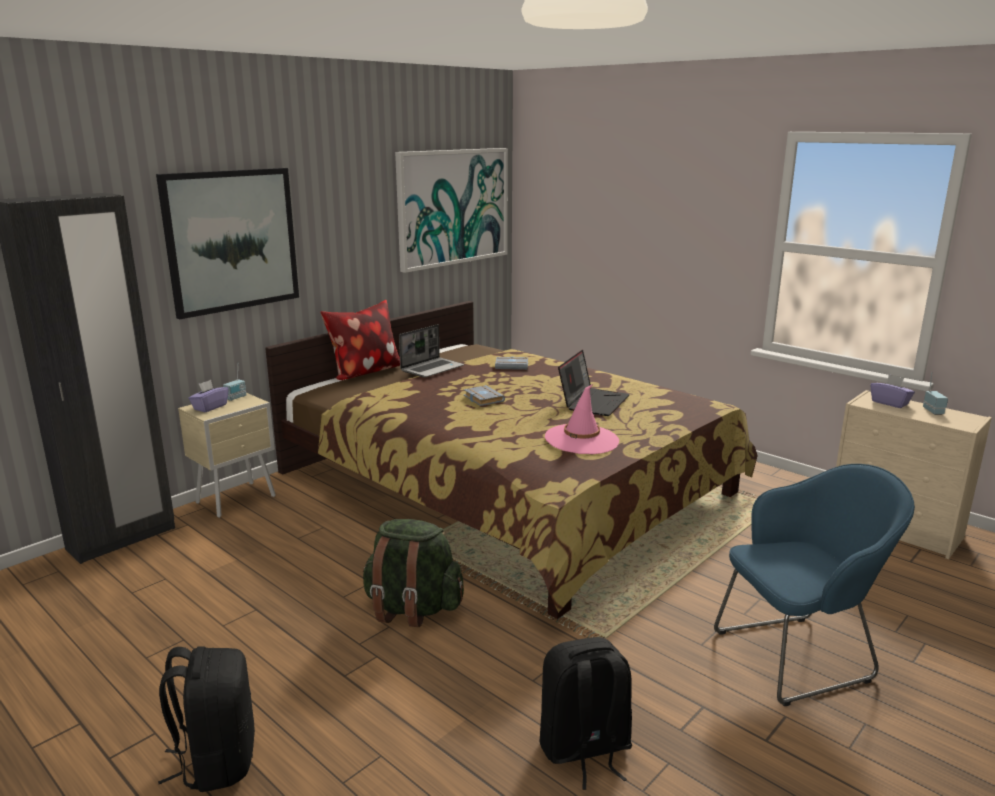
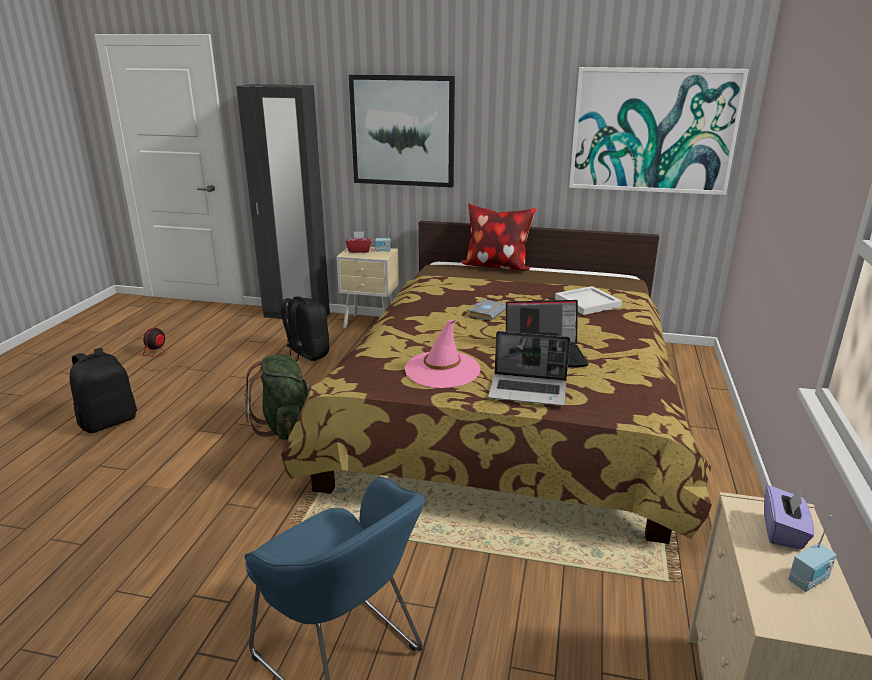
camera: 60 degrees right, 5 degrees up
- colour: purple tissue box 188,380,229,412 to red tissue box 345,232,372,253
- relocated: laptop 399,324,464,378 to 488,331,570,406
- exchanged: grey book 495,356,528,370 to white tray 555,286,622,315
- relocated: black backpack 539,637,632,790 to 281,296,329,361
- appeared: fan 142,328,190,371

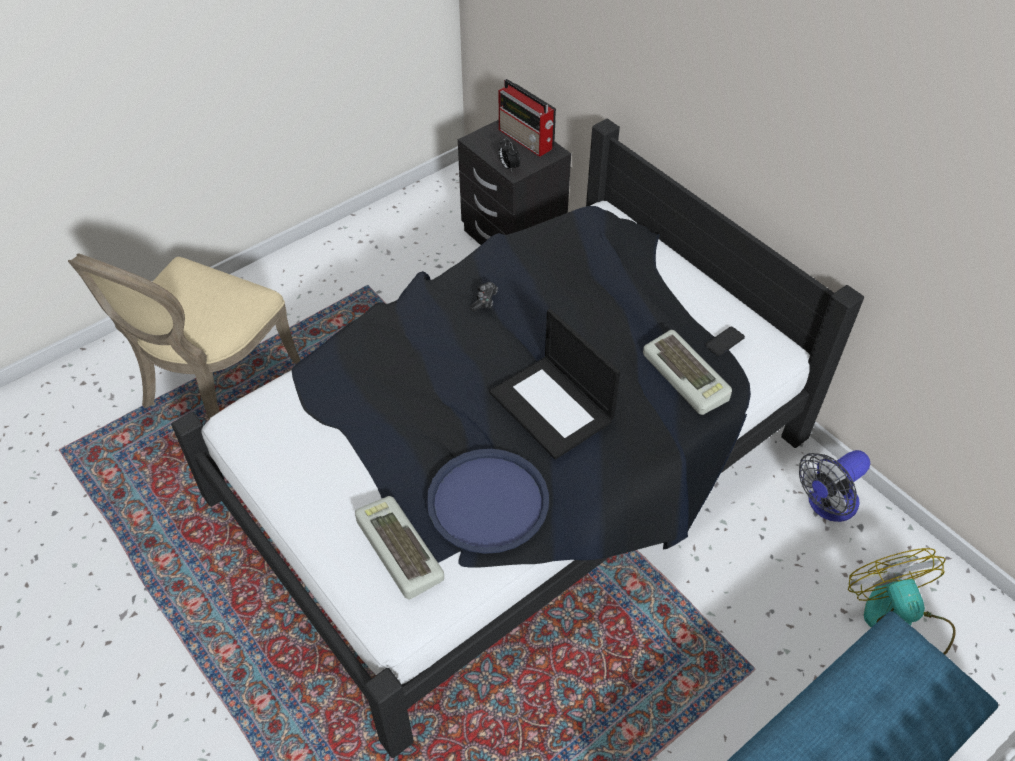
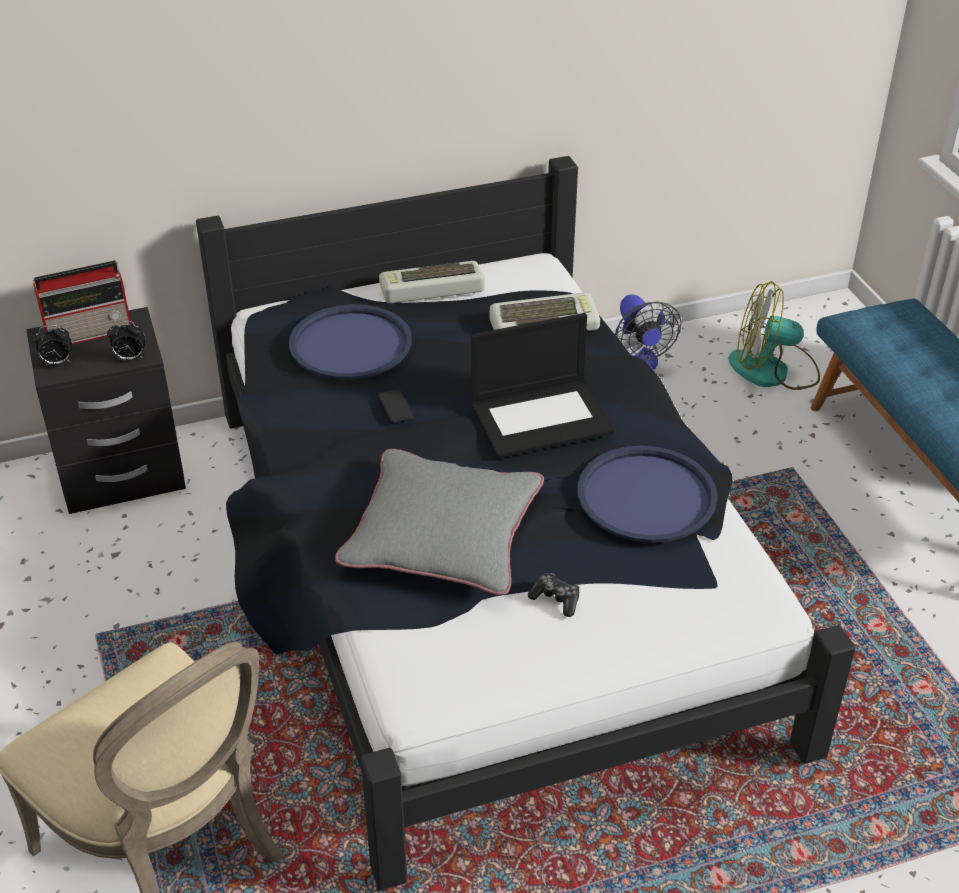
camera: 70 degrees left, 10 degrees down
- relocated: keyboard 355,496,444,599 to 379,261,485,304
- relocated: game controller 470,282,498,311 to 528,573,579,617
- relocated: phone 705,327,745,356 to 378,389,414,423
- appeared: alarm clock 33,325,72,365
- appeared: blue tray 289,304,412,380
- appeared: grey pillow 335,449,544,595

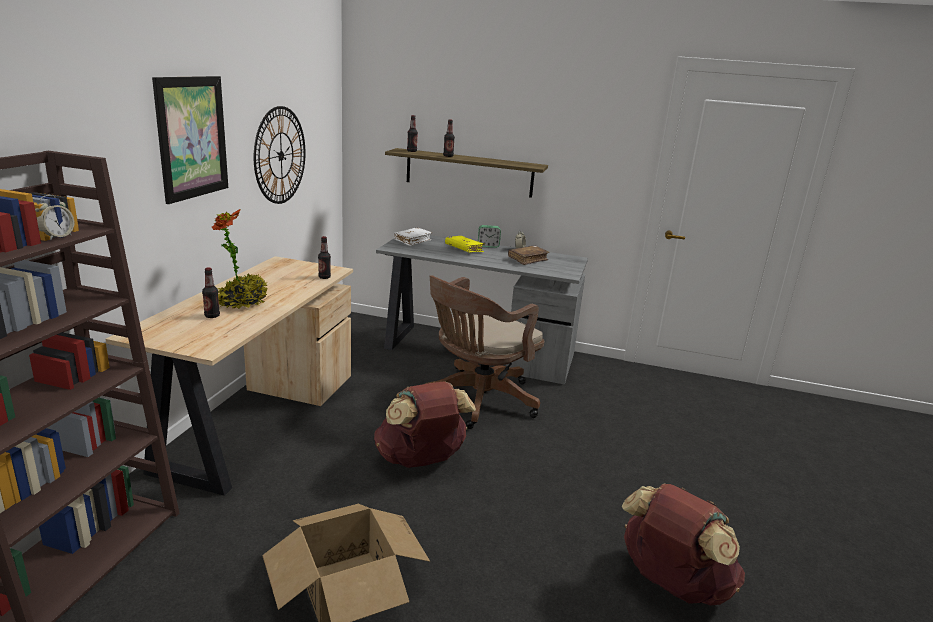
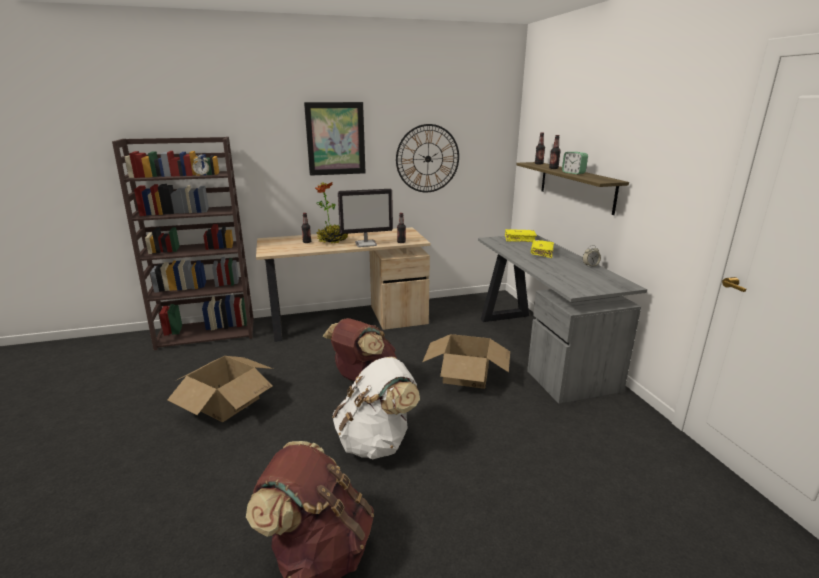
camera: 60 degrees right, 0 degrees up
- colour: white book 394,227,432,246 to yellow book 505,229,537,242
- exchanged: brown office chair 425,275,544,429 to cardboard box 423,334,510,389
- relocated: alarm clock 478,225,501,248 to 562,152,588,174
- missing: brown book 508,245,550,265
- appeared: white backpack 333,357,420,459
- appeared: monitor 338,189,393,247

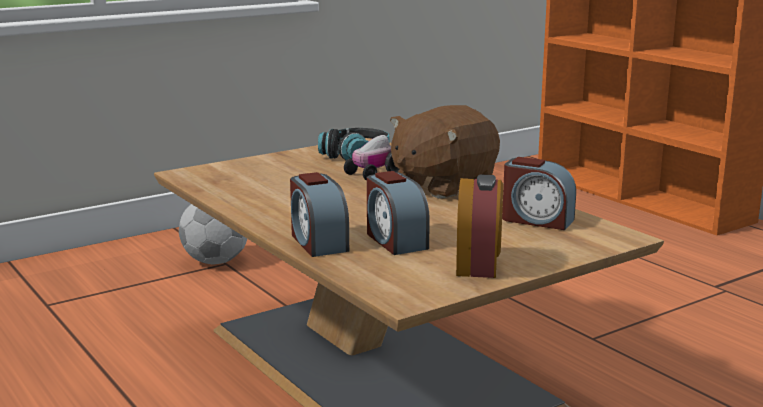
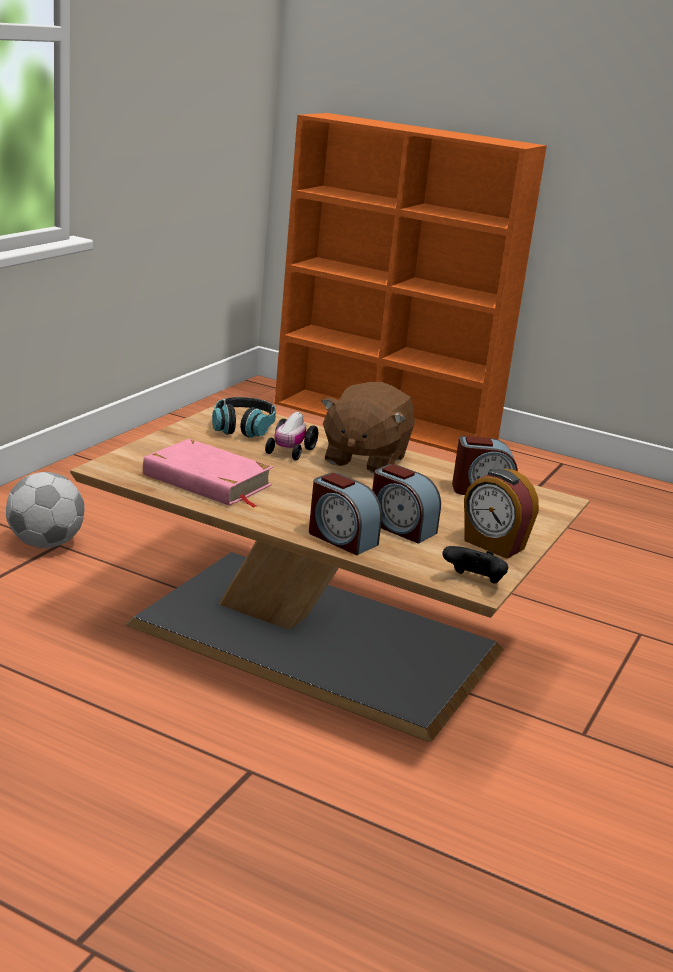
camera: 30 degrees left, 5 degrees up
- spun: alarm clock 456,175,503,278 = 464,469,539,559 150 degrees clockwise
- appeared: pink book 143,439,273,508
- appeared: black game controller 443,546,508,583

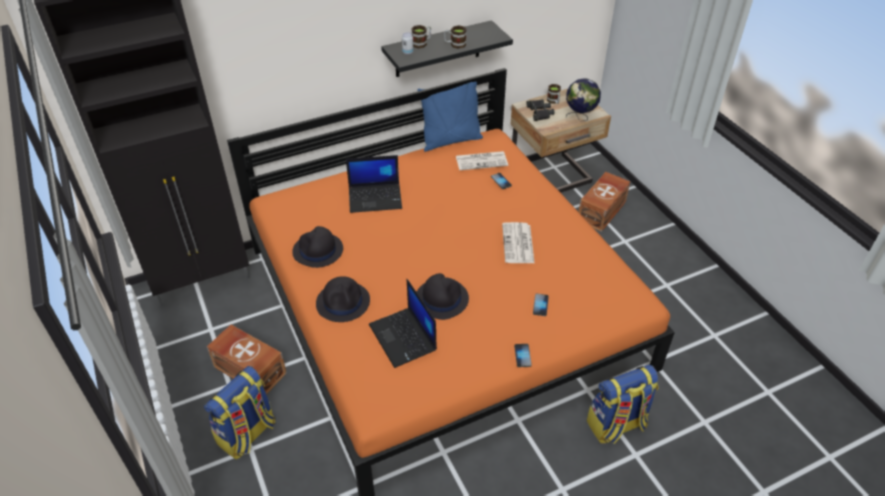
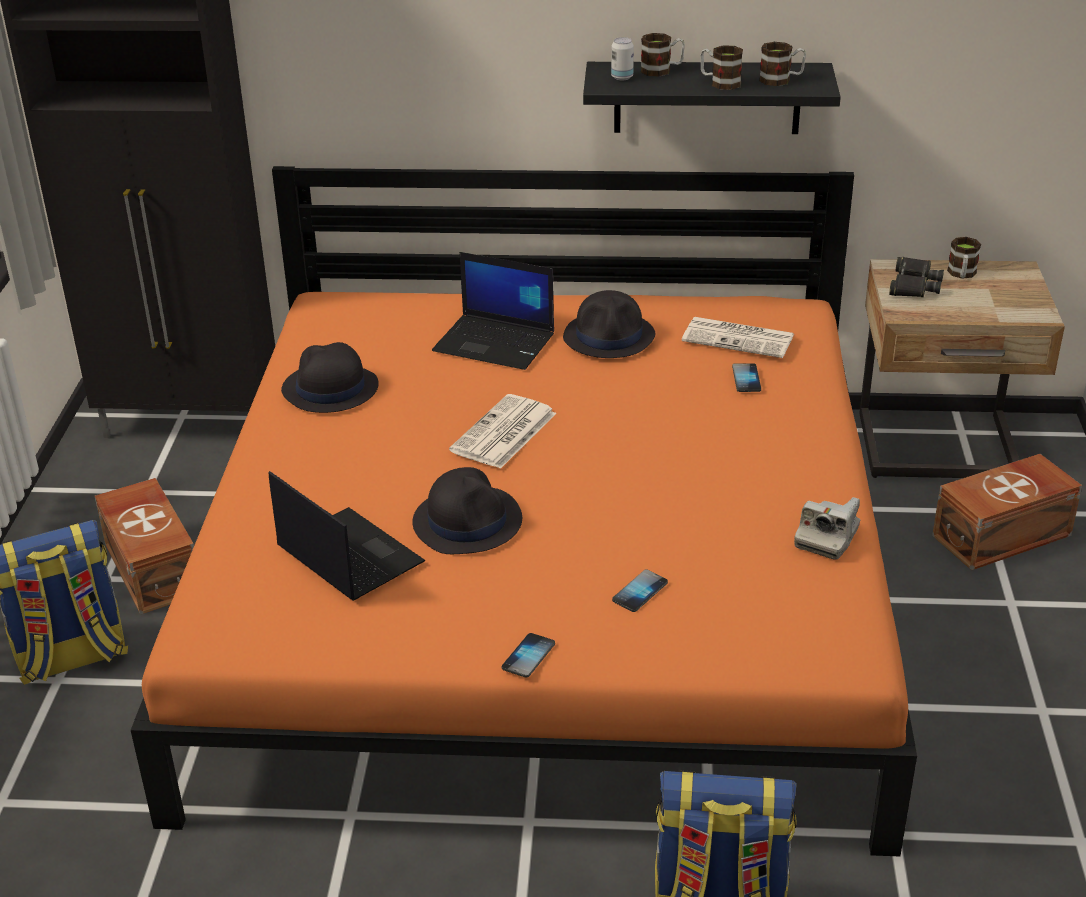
camera: 30 degrees right, 10 degrees down
- relocated: black hat 316,276,370,322 to 563,290,655,358
- spun: laptop 369,279,437,368 = 269,471,426,601 135 degrees clockwise
- missing: blue pillow 418,82,483,152
- relocated: newspaper 502,222,535,263 to 449,394,557,469
- missing: globe 566,78,601,121
- appeared: mug 759,42,806,86
- appeared: photo camera 794,497,860,560

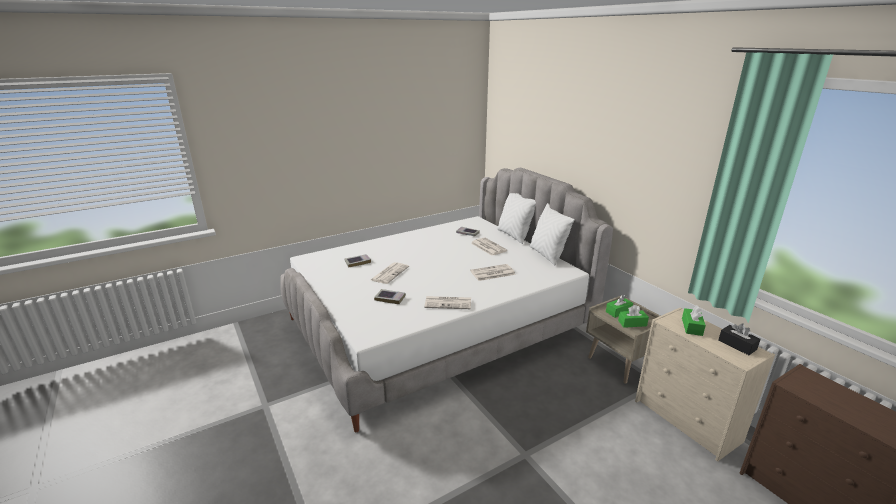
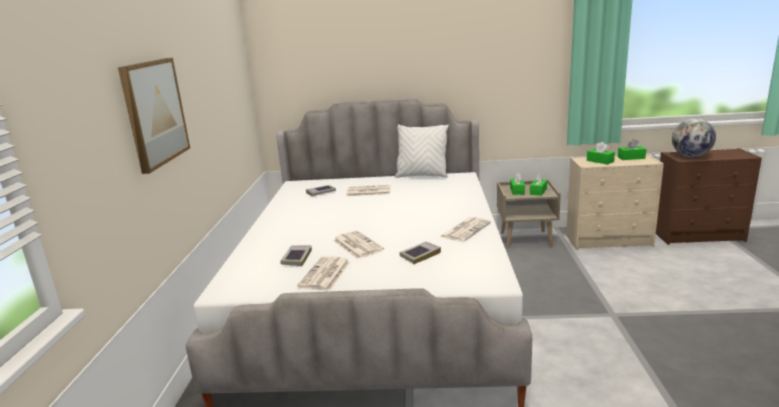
camera: 55 degrees left, 5 degrees down
- relocated: newspaper 470,264,516,281 to 297,256,350,291
- missing: white pillow 497,193,536,244
- colour: black tissue box 719,323,761,355 to green tissue box 618,139,646,160
- appeared: picture 118,58,190,174
- appeared: globe 672,118,716,157

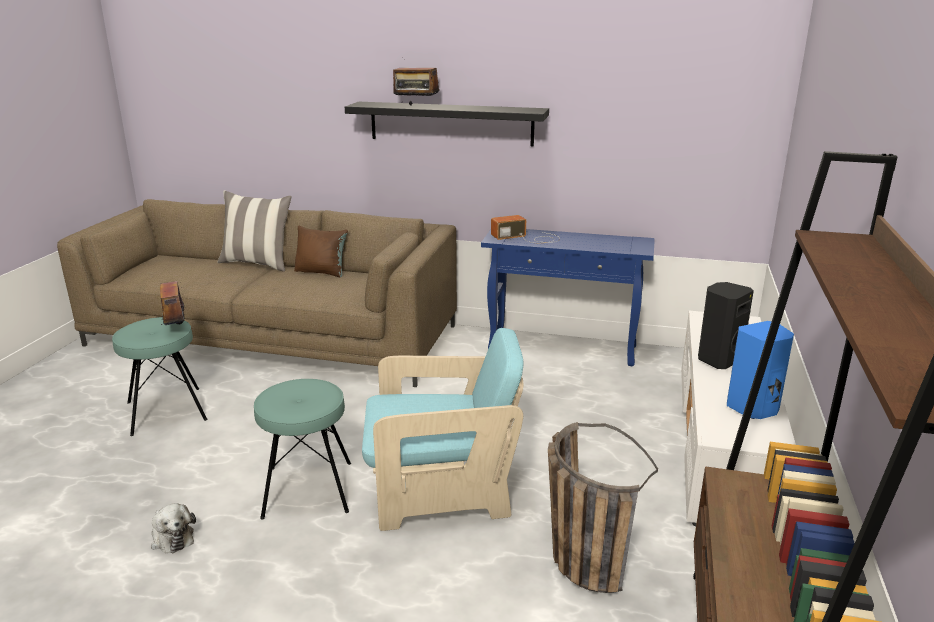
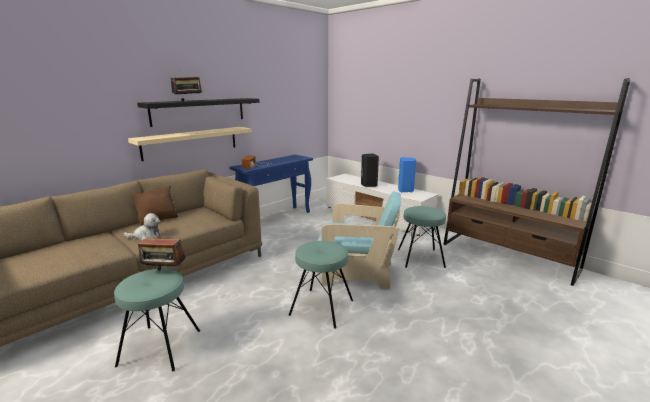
camera: 60 degrees left, 5 degrees down
- relocated: plush toy 151,503,196,553 to 124,213,161,240
- missing: pillow 218,191,292,272
- spun: turquoise armchair 362,328,524,531 = 317,191,401,289 75 degrees clockwise
- exchanged: basket 548,422,658,593 to turquoise stool 398,206,446,268
- appeared: beige shelf 128,127,252,161

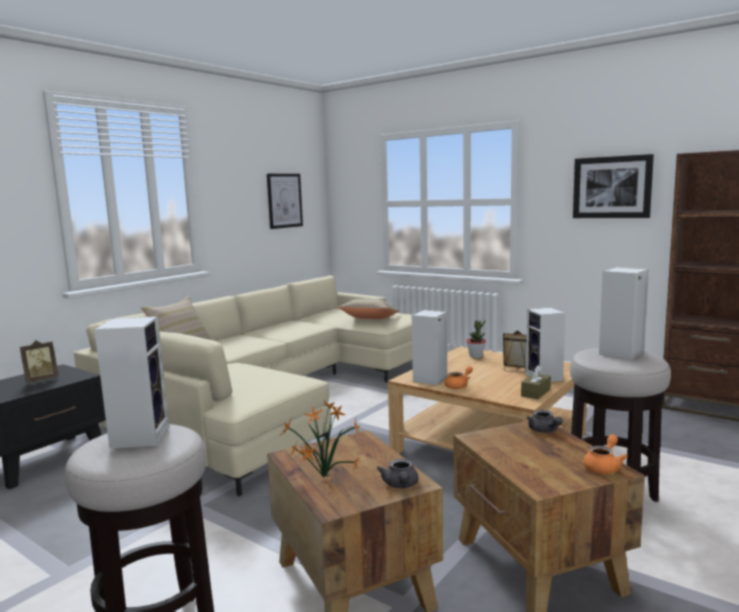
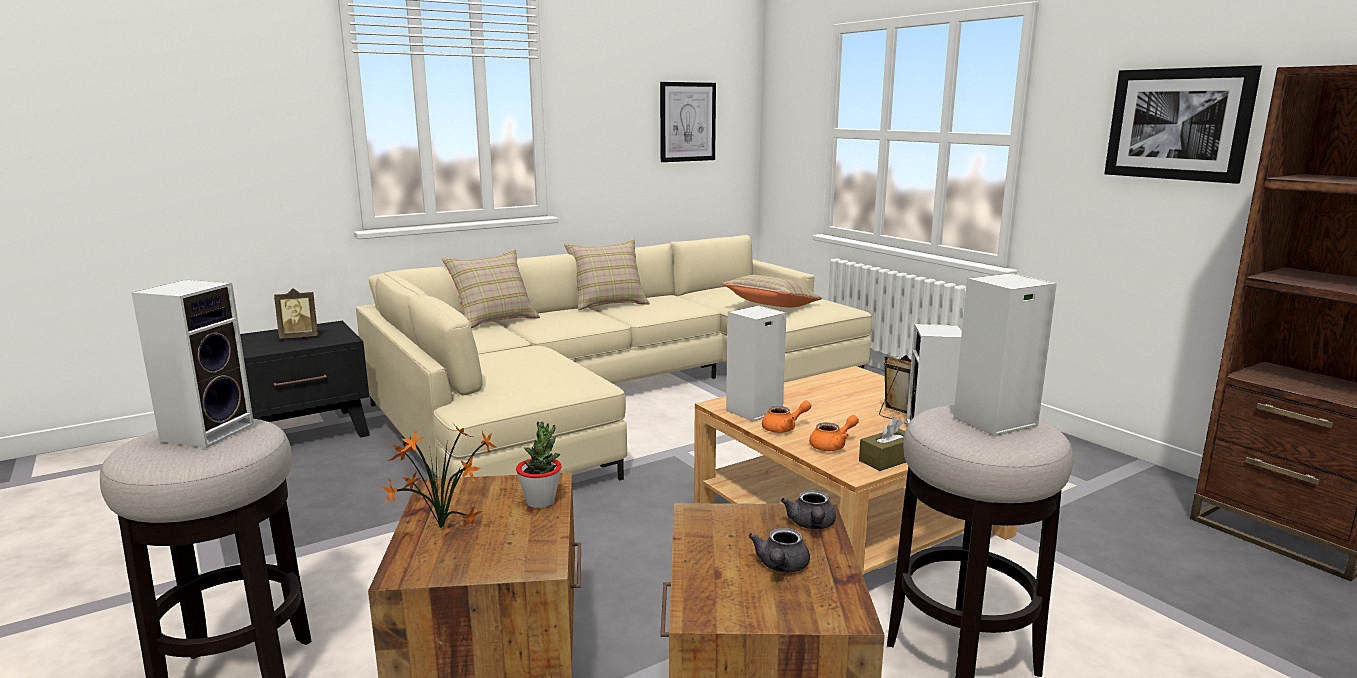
camera: 20 degrees right, 5 degrees up
- relocated: grey teapot 377,459,419,488 to 749,528,810,572
- relocated: potted plant 466,320,486,358 to 516,422,562,508
- relocated: orange teapot 583,435,628,474 to 809,415,859,451
- appeared: beige pillow 564,238,650,310

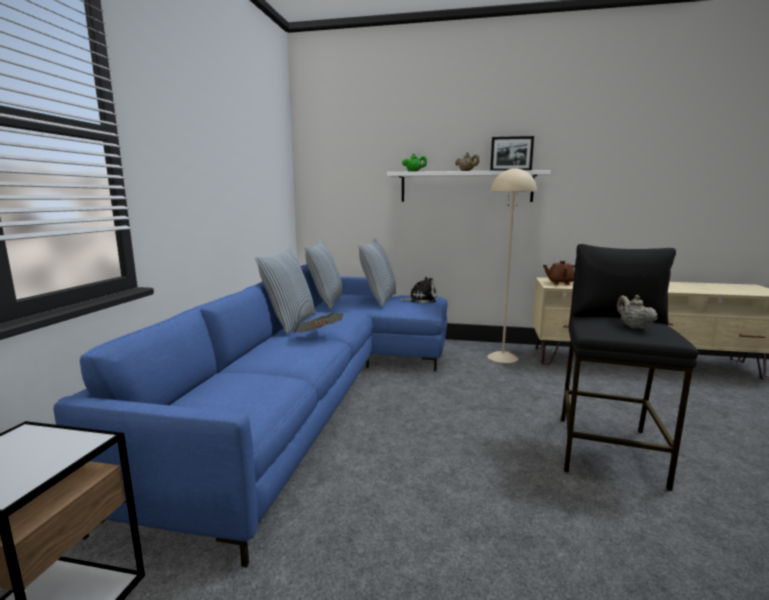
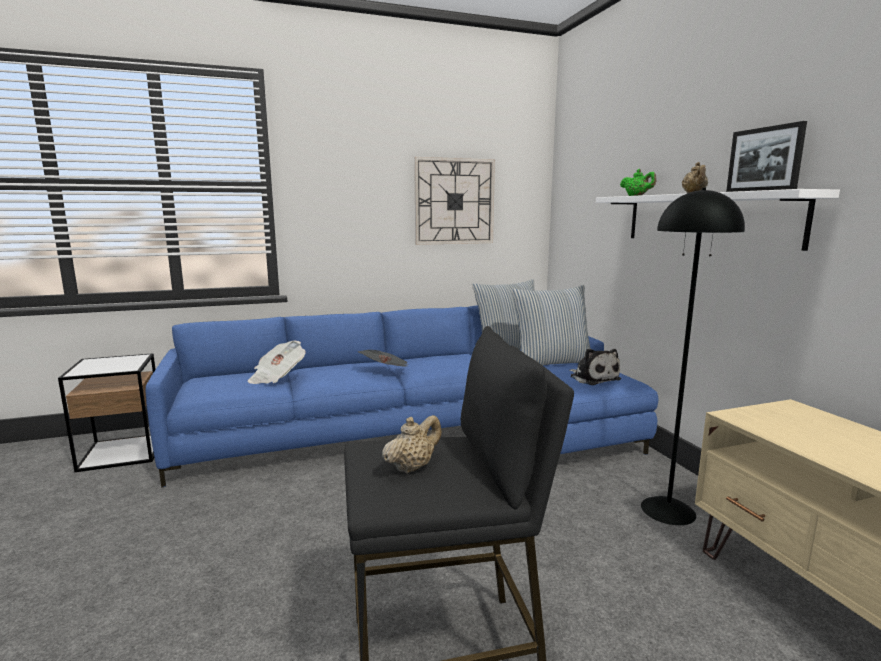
camera: 60 degrees right, 0 degrees up
- missing: pillow 255,248,316,334
- colour: beige floor lamp 487,167,537,363 to black floor lamp 641,188,745,525
- missing: brown teapot 543,261,575,285
- appeared: newspaper 248,341,306,384
- appeared: wall clock 414,157,495,245

